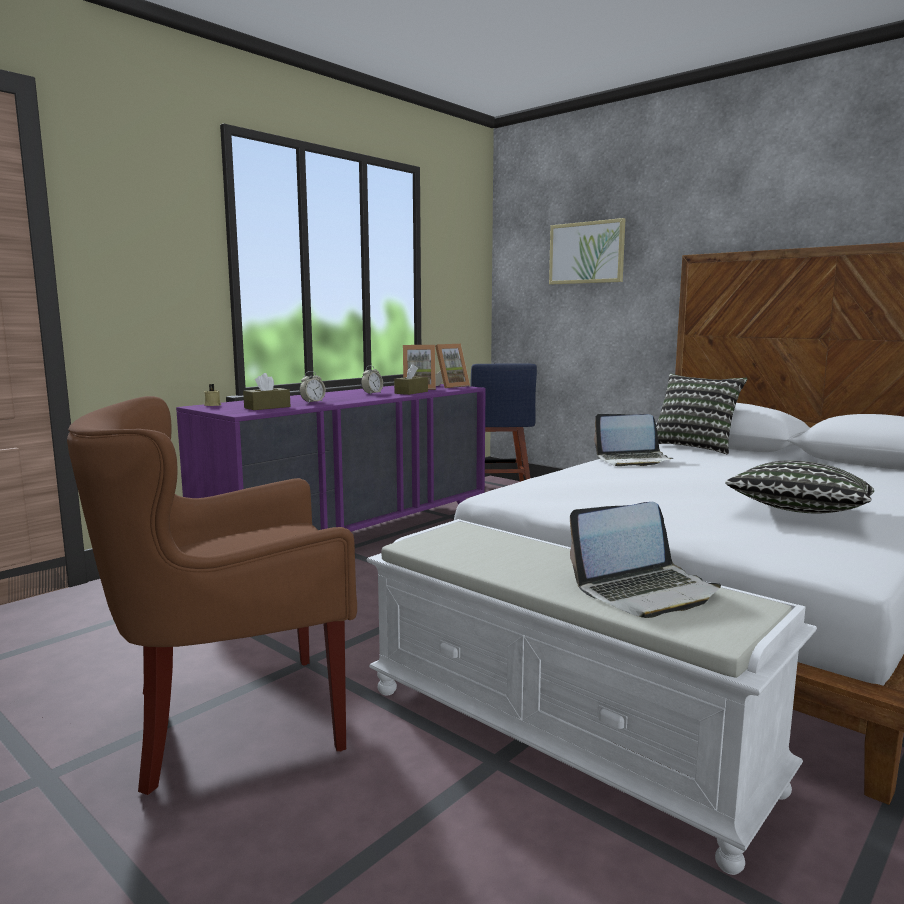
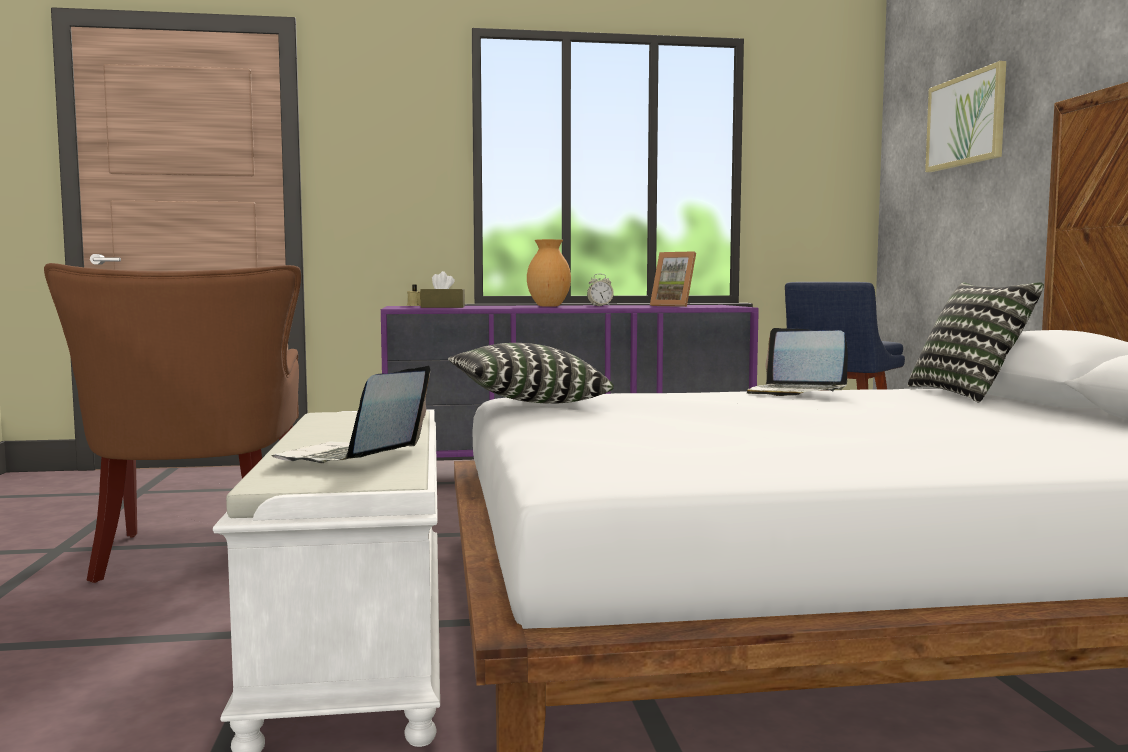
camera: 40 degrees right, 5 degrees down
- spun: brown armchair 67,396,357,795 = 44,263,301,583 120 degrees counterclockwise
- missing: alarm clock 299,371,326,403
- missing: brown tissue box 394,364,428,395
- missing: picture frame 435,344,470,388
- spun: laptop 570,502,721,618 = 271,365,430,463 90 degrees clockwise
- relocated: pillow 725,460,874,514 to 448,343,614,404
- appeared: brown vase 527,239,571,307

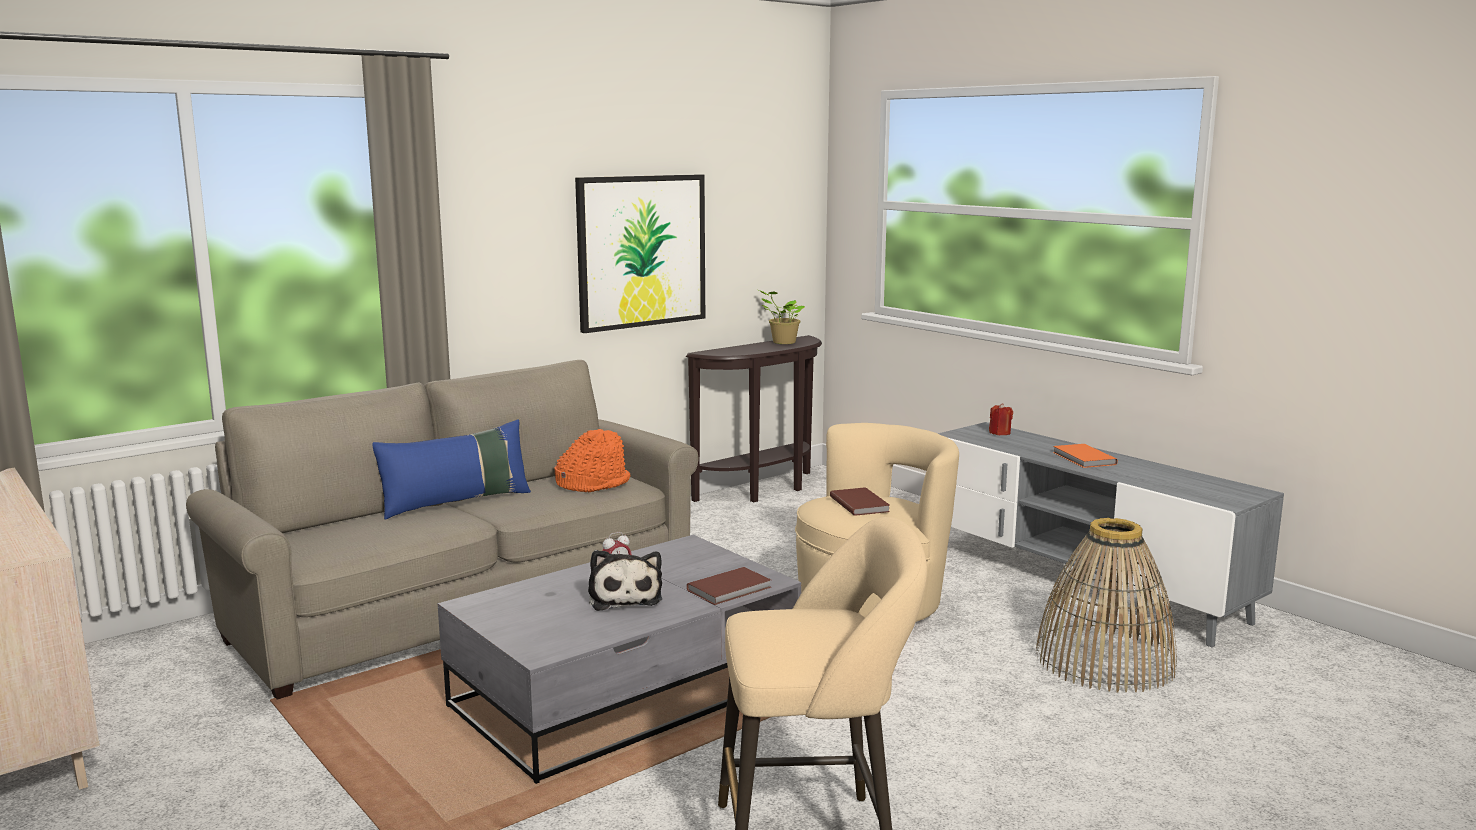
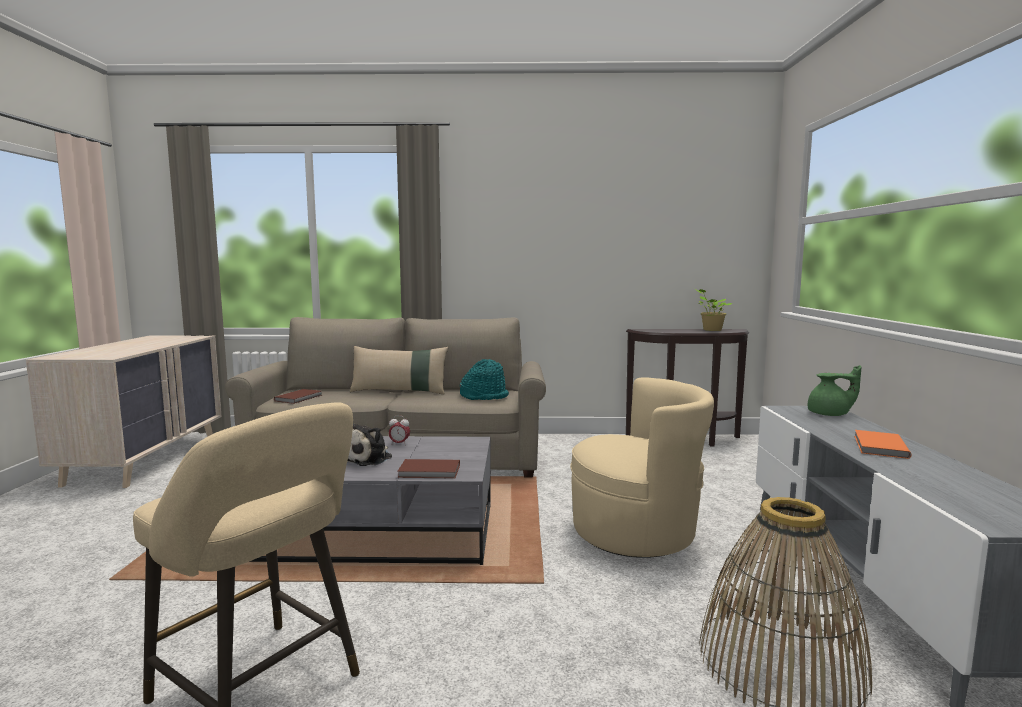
camera: 40 degrees right, 5 degrees down
- colour: blue pillow 373,419,531,520 to beige pillow 350,346,448,394
- colour: orange hat 554,429,630,492 to turquoise hat 460,359,509,400
- missing: picture 575,174,705,333
- relocated: brown book 830,487,890,516 to 274,389,322,404
- exchanged: red candle 989,403,1013,435 to green teapot 808,365,861,416

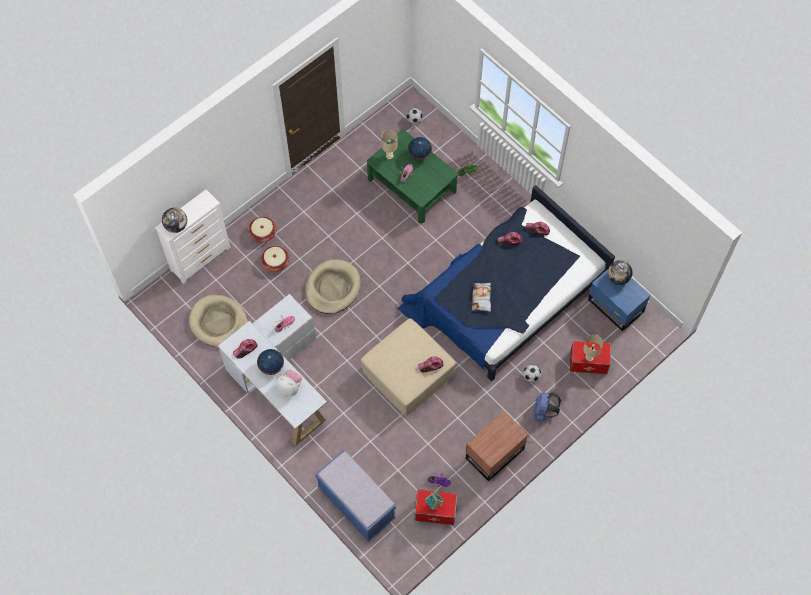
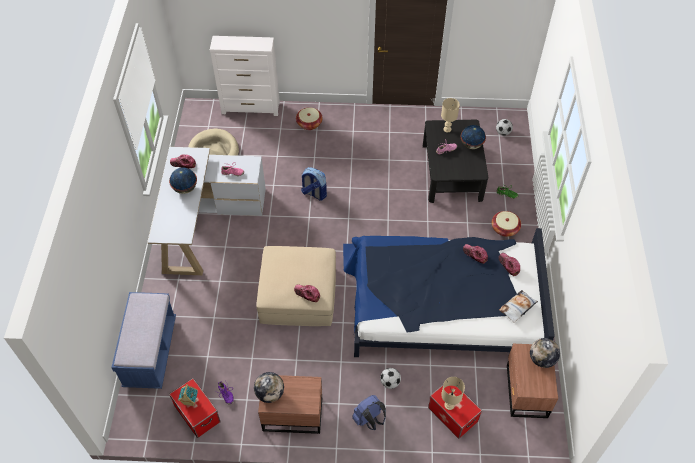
camera: 45 degrees right, 10 degrees down
- relocated: globe 162,208,187,233 to 254,372,284,403
- relocated: basket 261,246,289,272 to 492,211,521,237
- missing: plush toy 276,370,302,396
- exchanged: beige dog bed 306,259,361,314 to backpack 301,167,327,201
- colour: green coffee table 367,130,458,224 to black coffee table 423,120,488,203
- relocated: pillow 472,283,491,312 to 499,290,538,323
- colour: blue nightstand 588,268,650,332 to brown nightstand 507,344,558,418

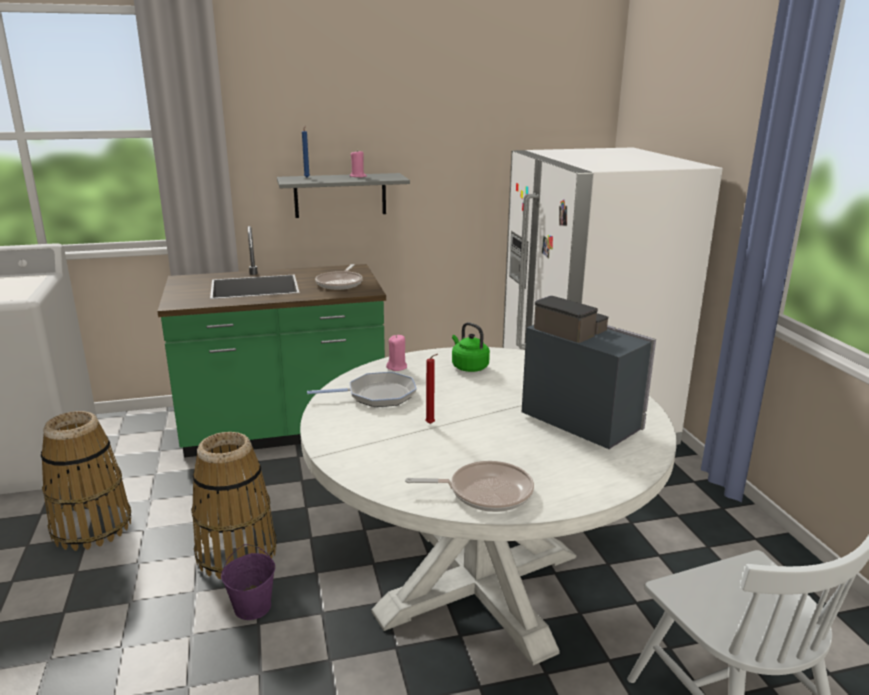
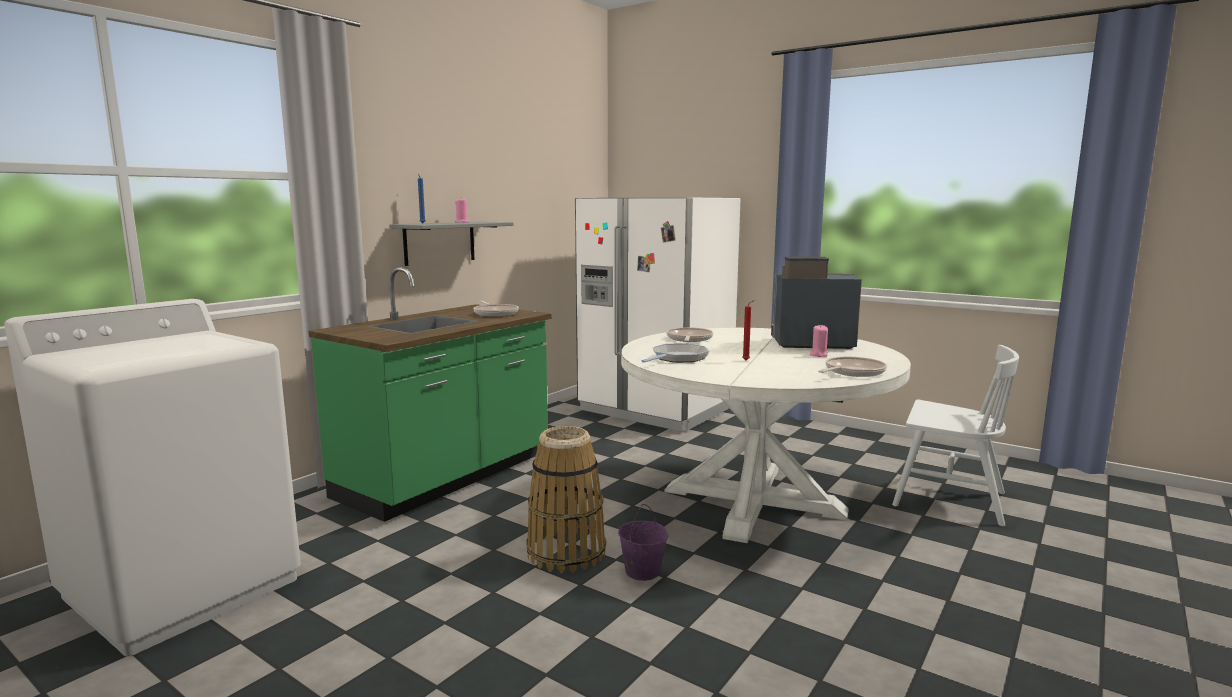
camera: 40 degrees left, 10 degrees down
- missing: basket 41,411,132,551
- relocated: pink candle 386,335,407,371 to 810,324,828,357
- exchanged: green kettle 452,322,490,372 to frying pan 666,327,713,342

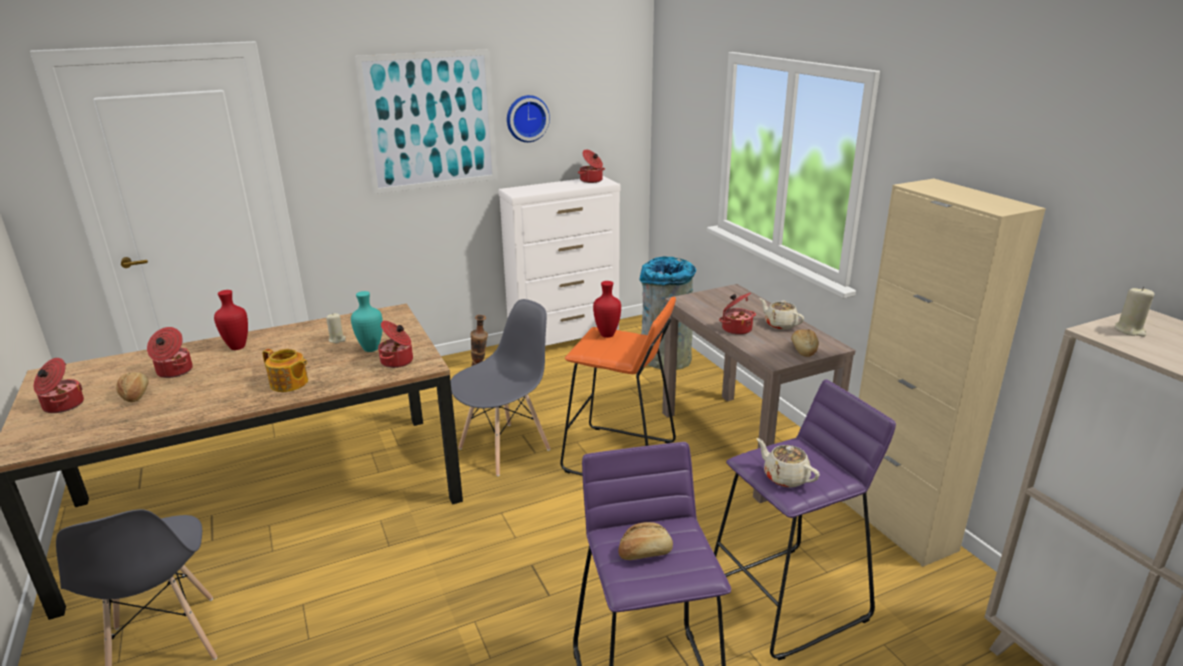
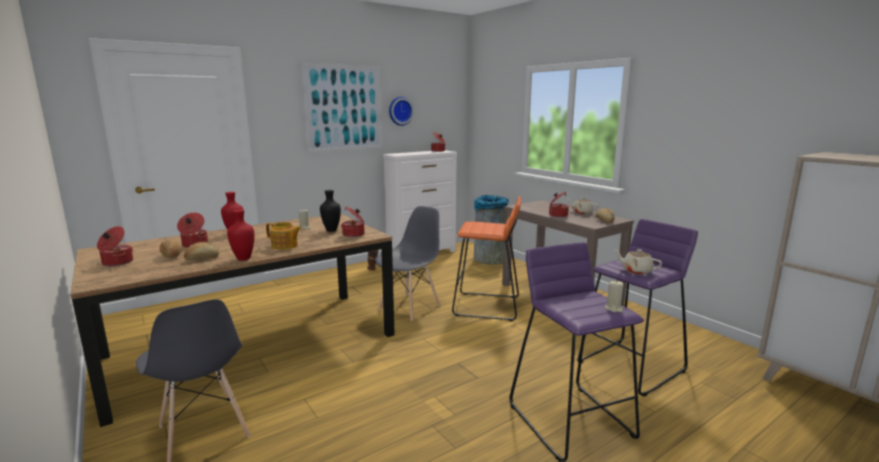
camera: 10 degrees left, 10 degrees down
- colour: turquoise vase 351,291,383,352 to black vase 320,190,341,232
- relocated: red vase 593,281,621,338 to 227,209,254,261
- relocated: bread 618,522,673,560 to 184,242,219,260
- missing: beige cabinet 842,179,1046,567
- relocated: beige candle 1115,287,1154,337 to 605,281,624,312

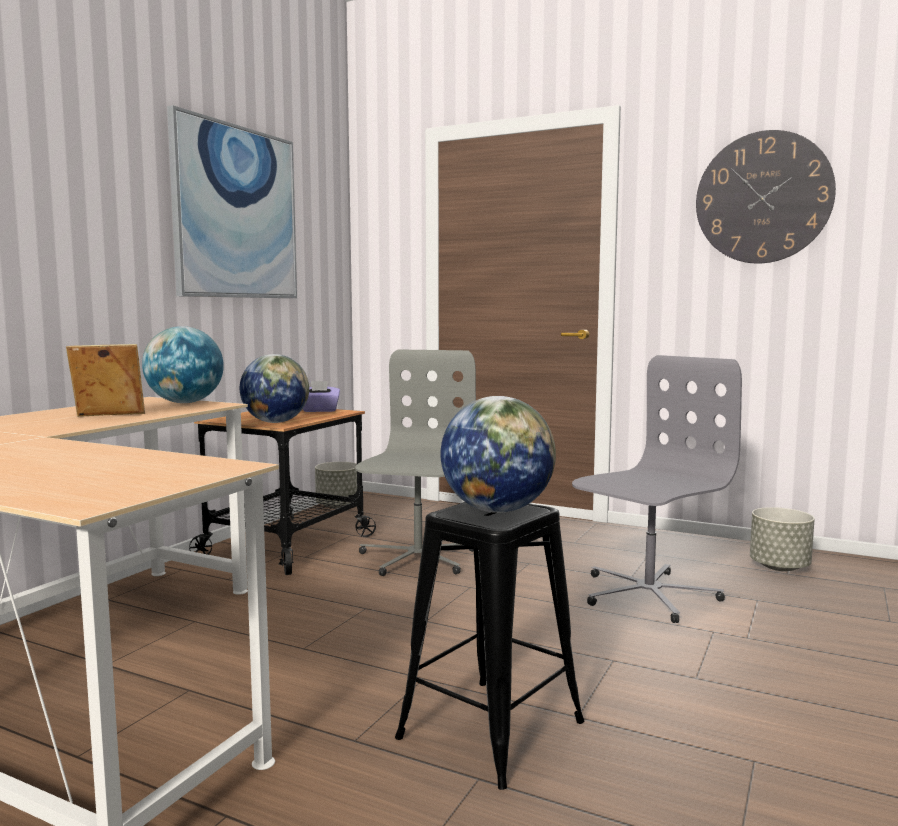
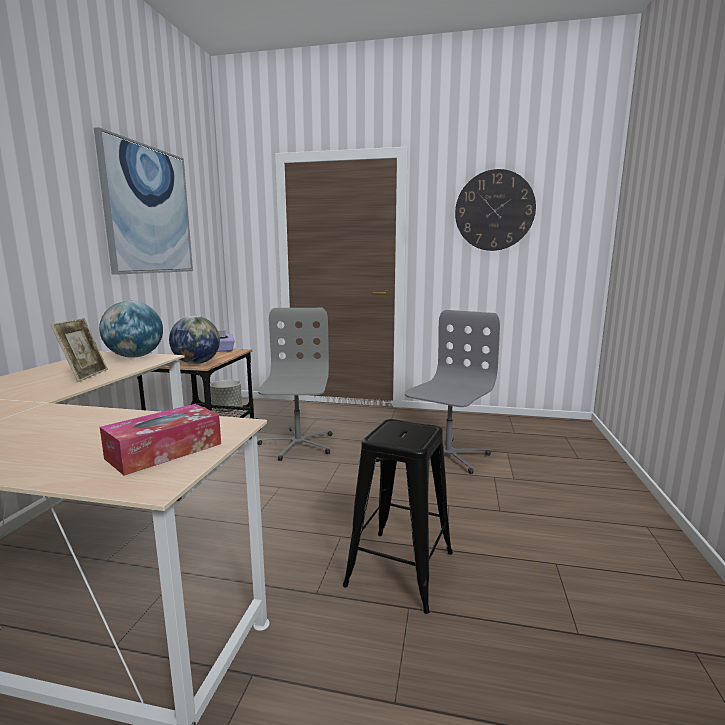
camera: 15 degrees left, 5 degrees up
- spun: picture frame 66,344,145,417 = 51,318,108,382 120 degrees clockwise
- missing: globe 440,396,556,513
- missing: grey planter 750,507,815,571
- appeared: tissue box 100,404,221,476

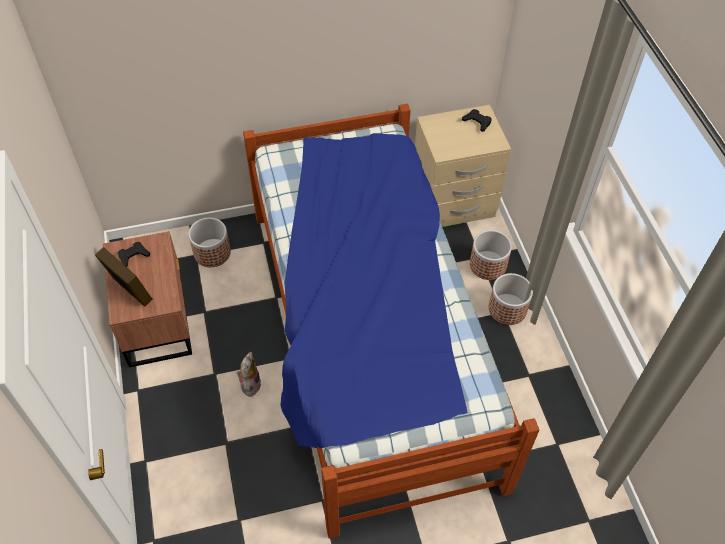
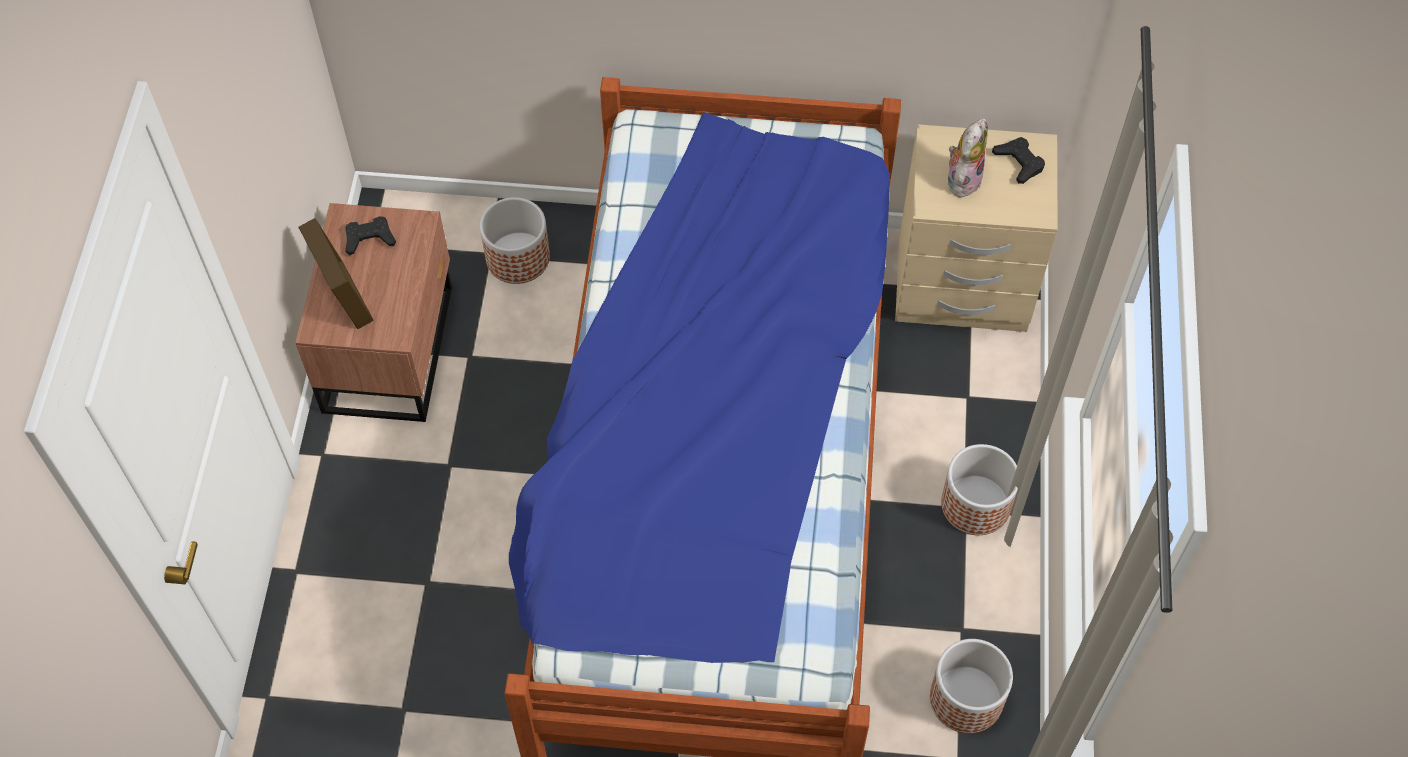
camera: 20 degrees right, 5 degrees up
- relocated: plush toy 236,352,261,397 to 948,118,988,199
- relocated: planter 470,230,512,280 to 930,639,1013,733

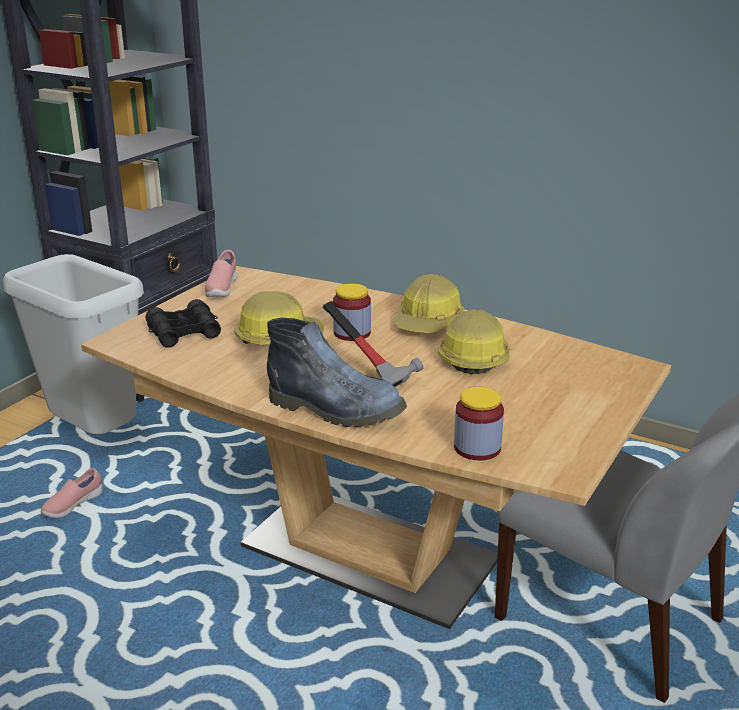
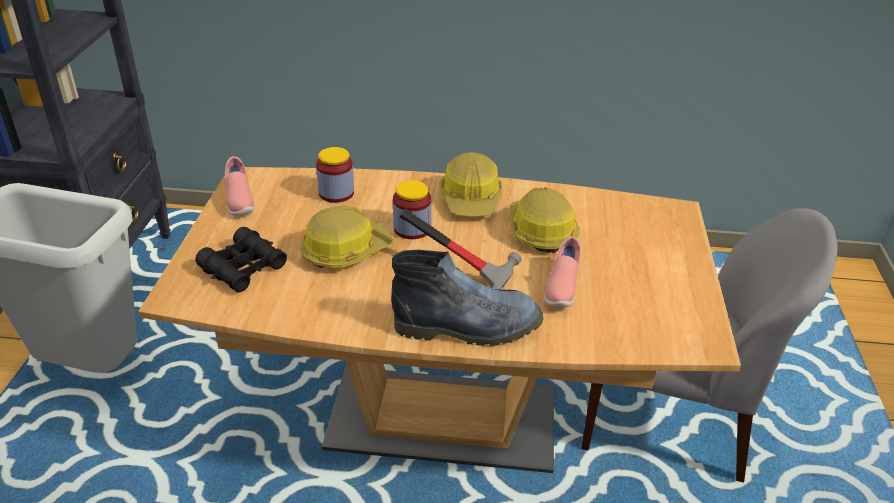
camera: 25 degrees left, 10 degrees up
- relocated: pink shoe 40,468,103,518 to 544,236,581,307
- relocated: jar 454,387,504,460 to 316,147,354,203

